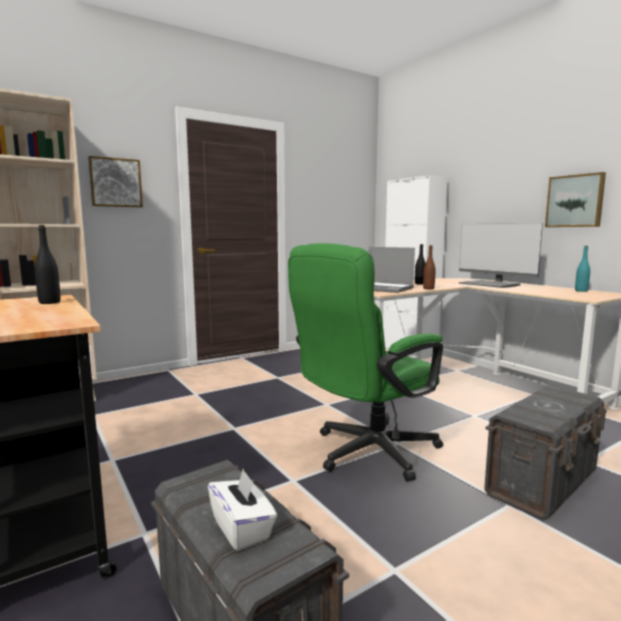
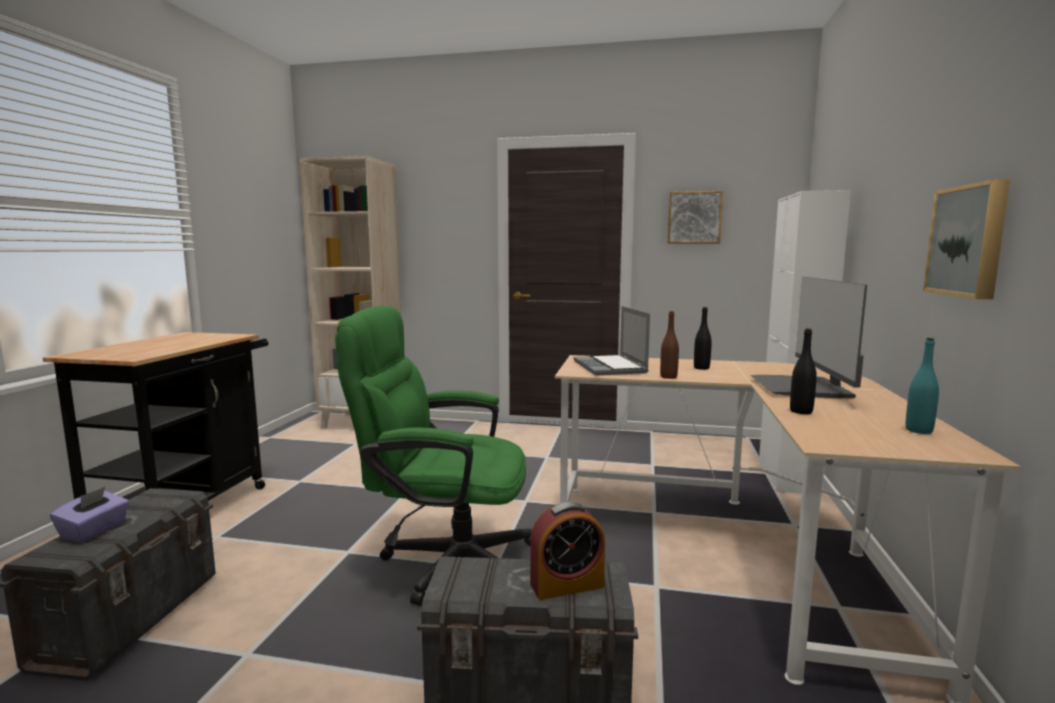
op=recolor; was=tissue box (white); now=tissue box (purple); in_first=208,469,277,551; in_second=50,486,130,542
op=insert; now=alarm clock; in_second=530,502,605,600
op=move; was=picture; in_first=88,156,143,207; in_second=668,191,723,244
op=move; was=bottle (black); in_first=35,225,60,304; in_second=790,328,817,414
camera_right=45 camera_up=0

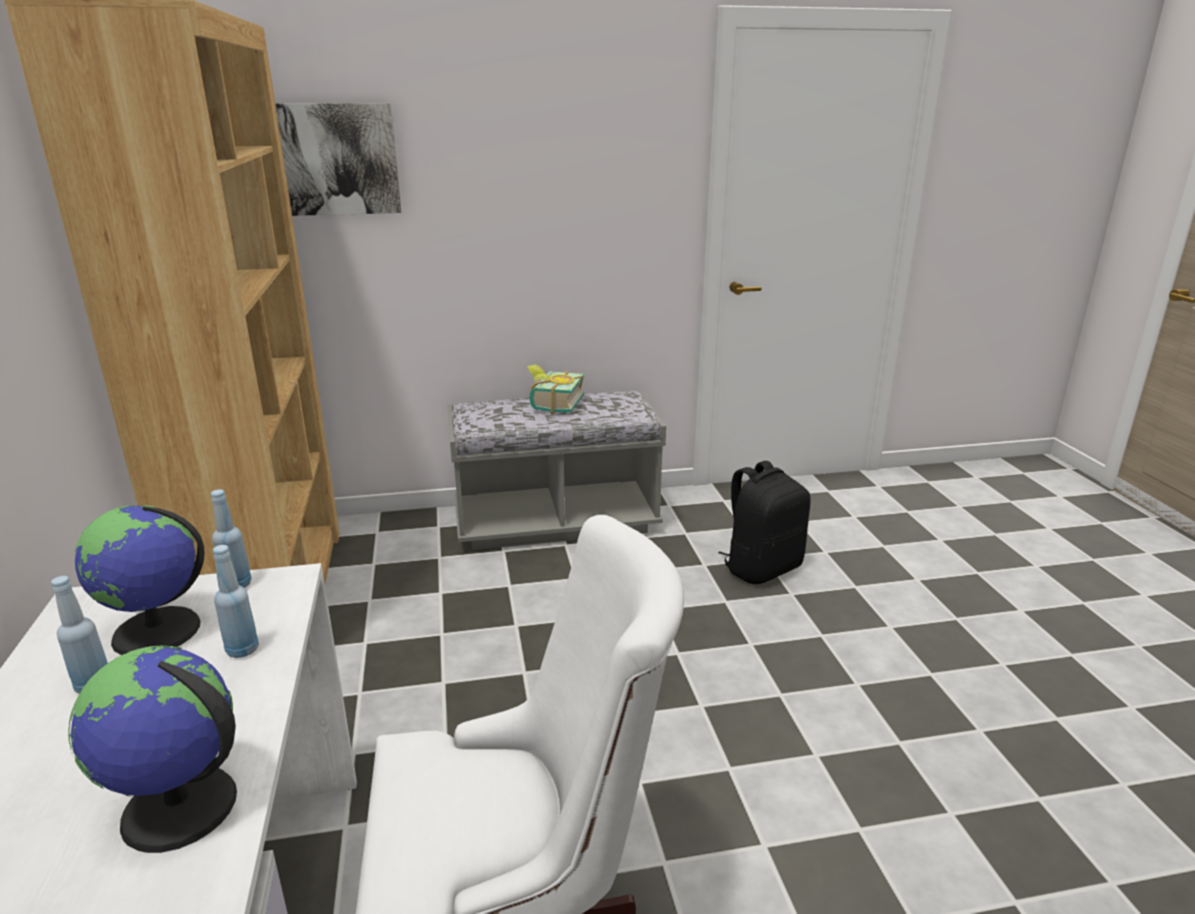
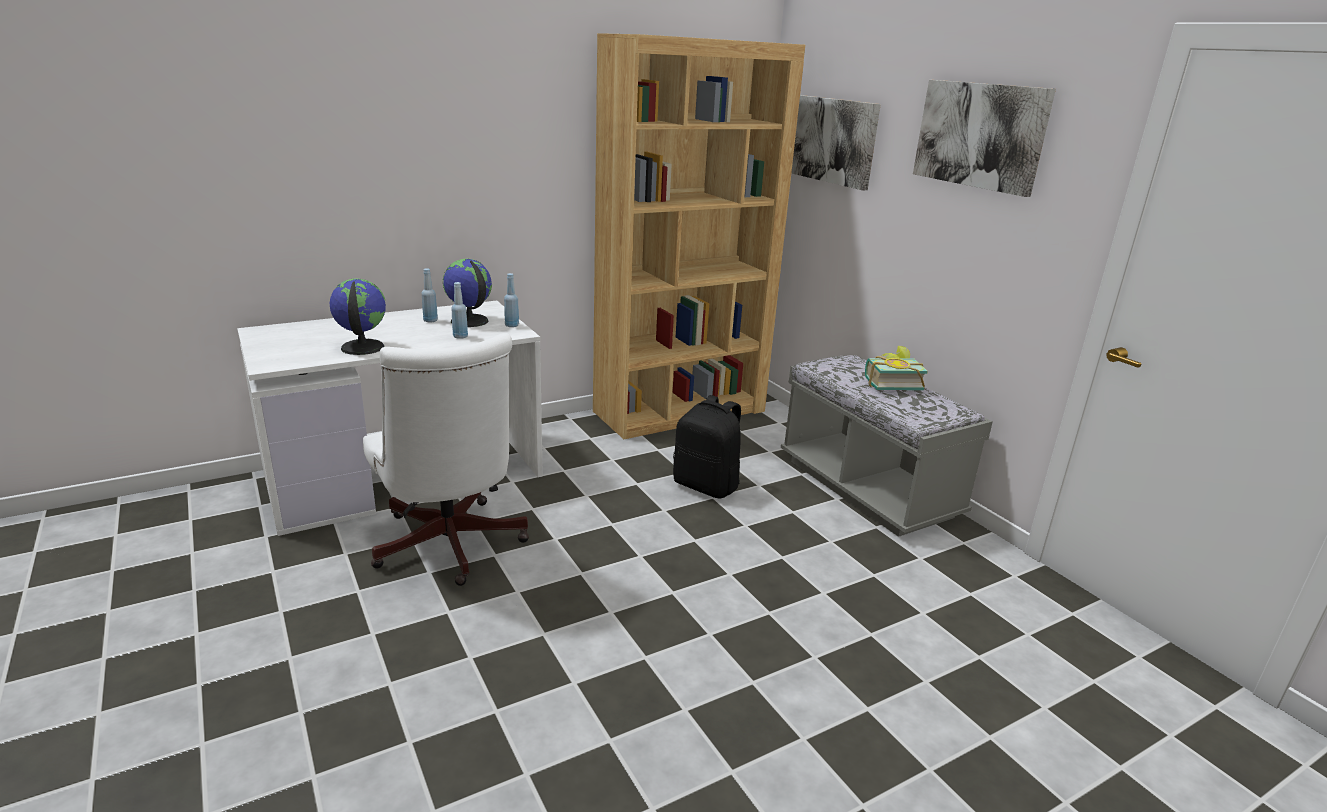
op=move; was=backpack (black); in_first=718,461,811,584; in_second=673,395,741,498
op=insert; now=picture; in_second=913,80,1056,197
camera_right=70 camera_up=0

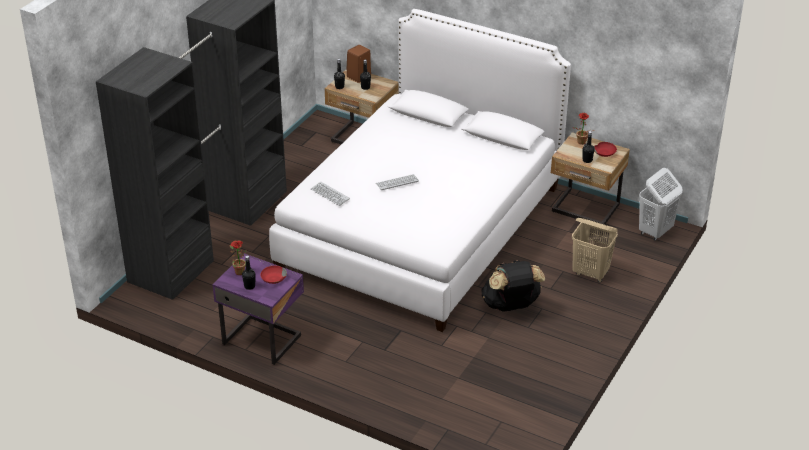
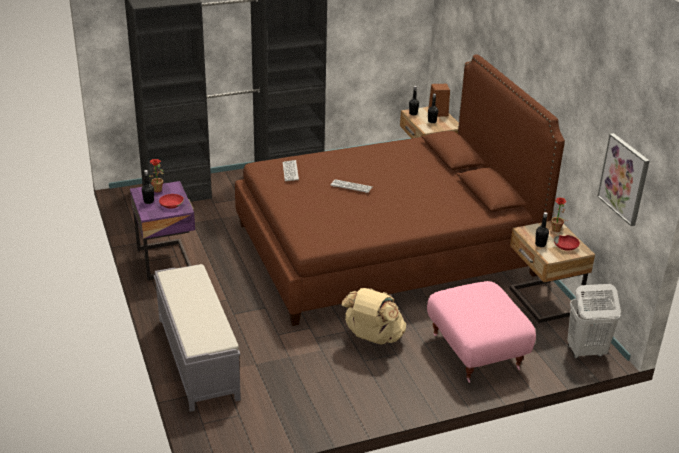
op=insert; now=bench (grey); in_second=154,264,241,412
op=recolor; was=bed (white); now=bed (brown); in_first=269,9,571,332; in_second=235,54,565,326
op=recolor; was=backpack (black); now=backpack (beige); in_first=481,260,545,312; in_second=341,288,406,345
op=replace; was=laundry basket (beige); now=ottoman (pink); in_first=572,218,618,282; in_second=427,281,536,383
op=insert; now=picture; in_second=597,133,650,226
camera_right=40 camera_up=-5

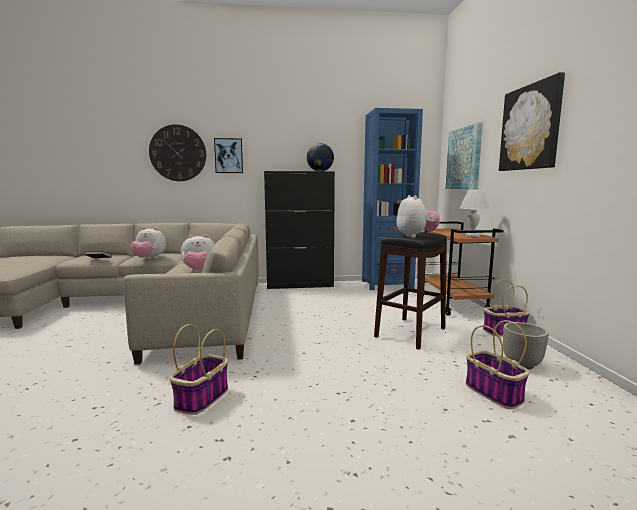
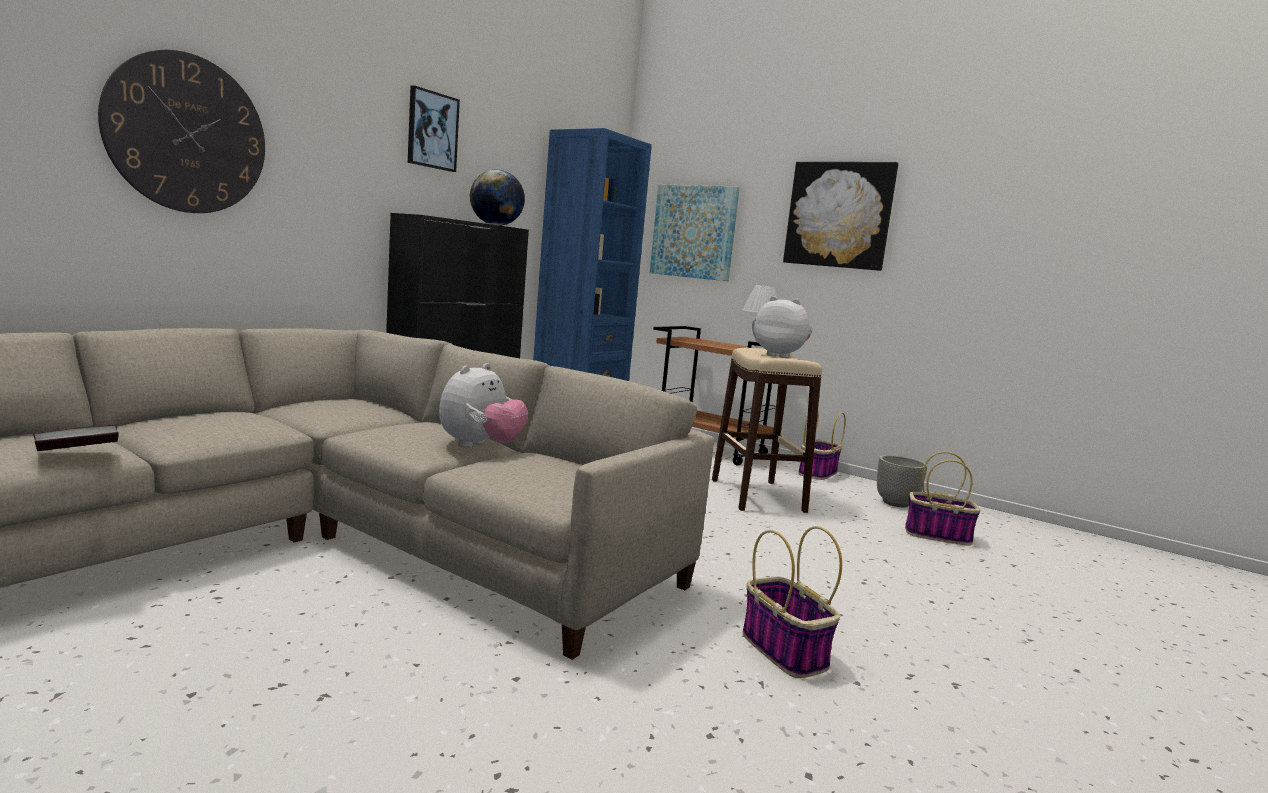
op=move; was=picture; in_first=214,138,243,173; in_second=408,85,460,172
op=recolor; was=stool (black); now=stool (beige); in_first=374,232,447,350; in_second=712,348,822,513
op=delete; was=plush toy; in_first=130,227,166,259
camera_right=-50 camera_up=0

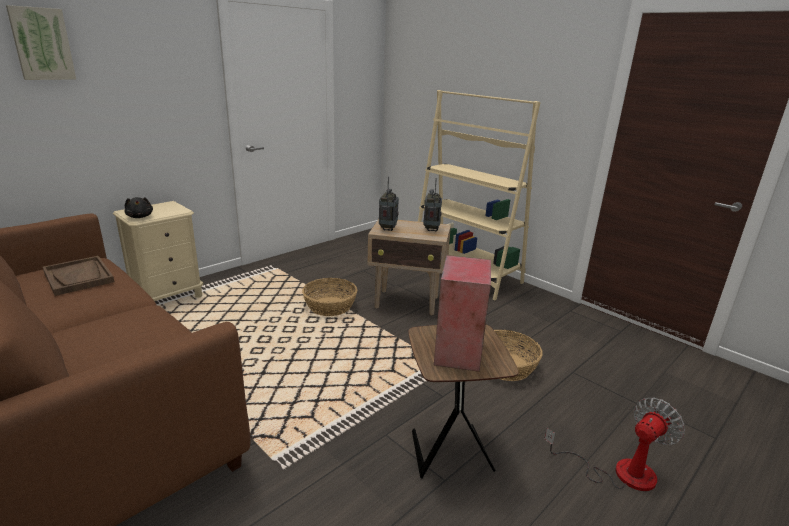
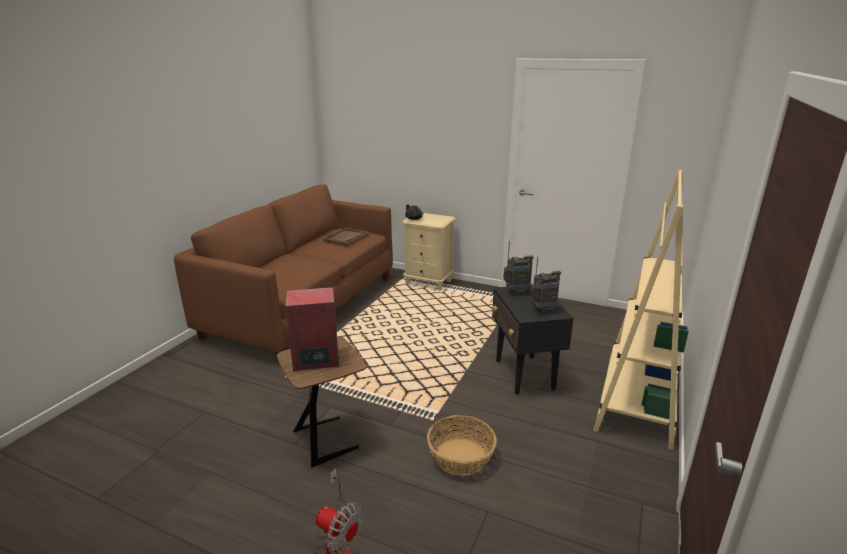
op=recolor; was=side table (beige); now=side table (black); in_first=367,219,451,315; in_second=492,285,574,395
op=delete; was=picture; in_first=6,5,76,80
op=delete; was=basket; in_first=302,278,357,316
camera_right=70 camera_up=0

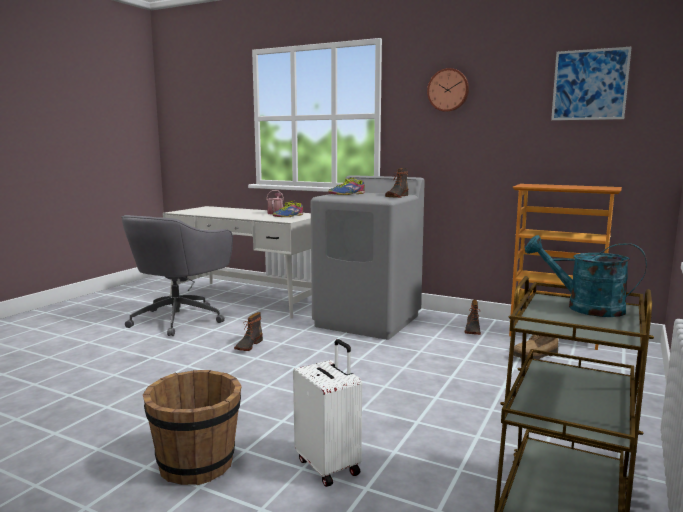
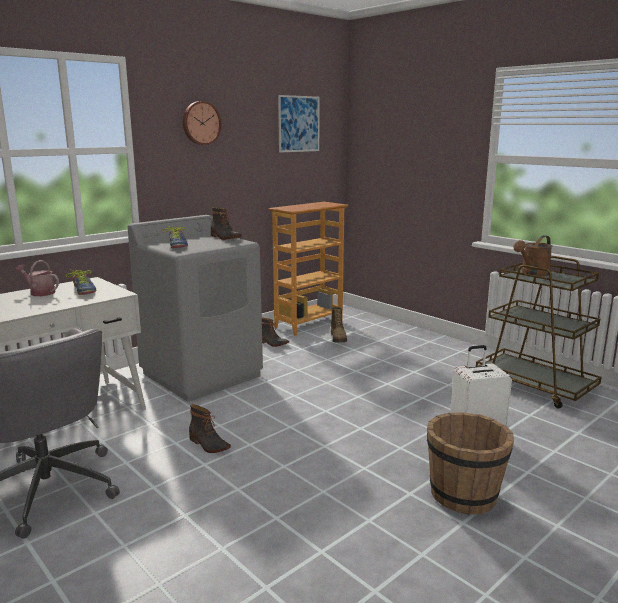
op=recolor; was=watering can (turquoise); now=watering can (brown); in_first=525,235,647,317; in_second=513,235,552,276
camera_right=-70 camera_up=5

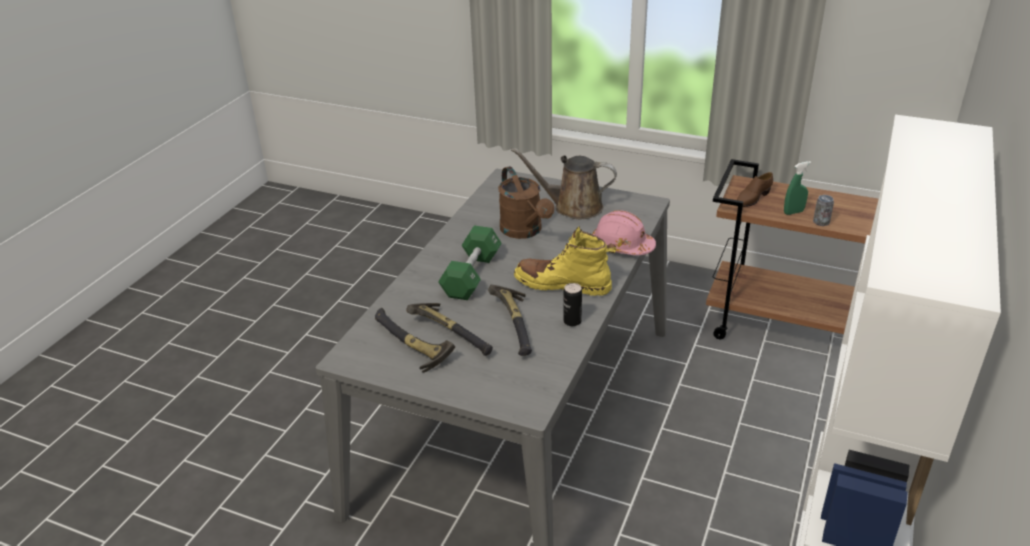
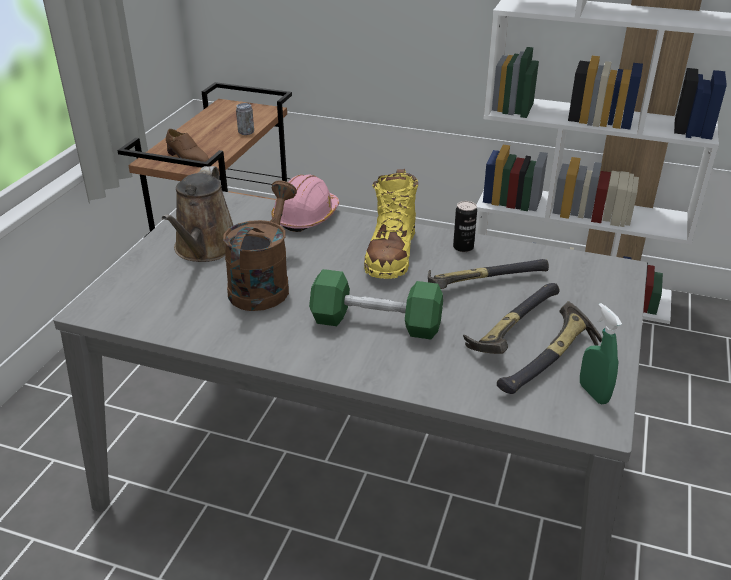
op=rotate; was=watering can (brown); in_first=498,166,554,239; in_second=223,180,297,311; clockwise=-45
op=move; was=spray bottle (green); in_first=784,161,811,215; in_second=580,303,622,404
camera_right=-95 camera_up=0

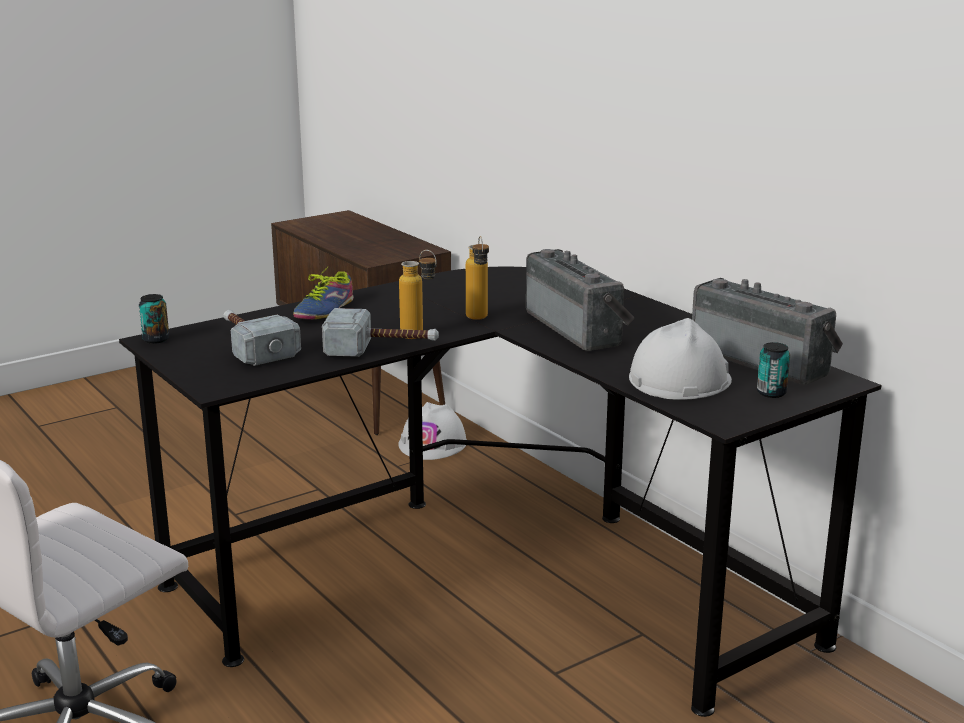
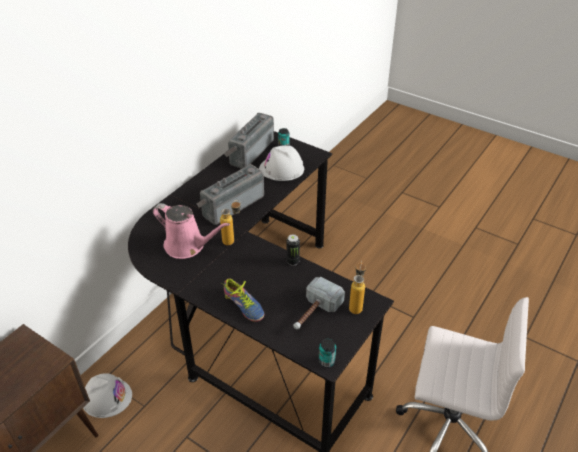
op=insert; now=watering can (pink); in_second=153,203,230,259
op=rotate; was=shoe; in_first=293,267,354,319; in_second=224,278,264,322; clockwise=45
op=replace; was=hammer; now=can; in_first=322,308,439,357; in_second=286,234,300,266
op=move; was=bottle; in_first=399,250,437,339; in_second=349,261,366,314
camera_right=-110 camera_up=20

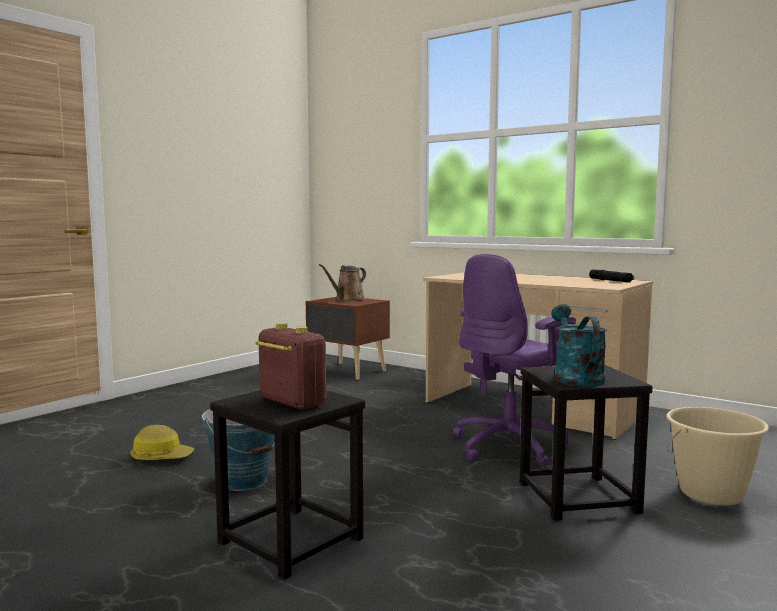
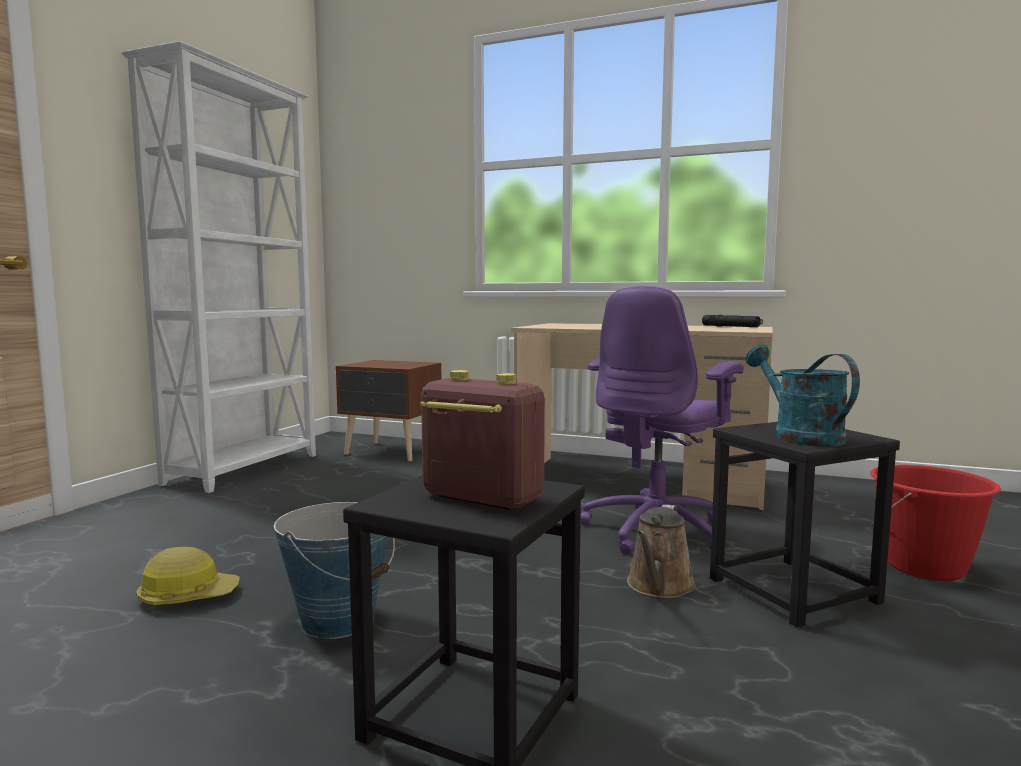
op=insert; now=bookcase (white); in_second=121,41,316,493
op=move; was=watering can (brown); in_first=319,264,366,301; in_second=627,504,696,599
op=recolor; was=bucket (beige); now=bucket (red); in_first=666,407,769,506; in_second=870,465,1001,581
camera_right=-15 camera_up=0

